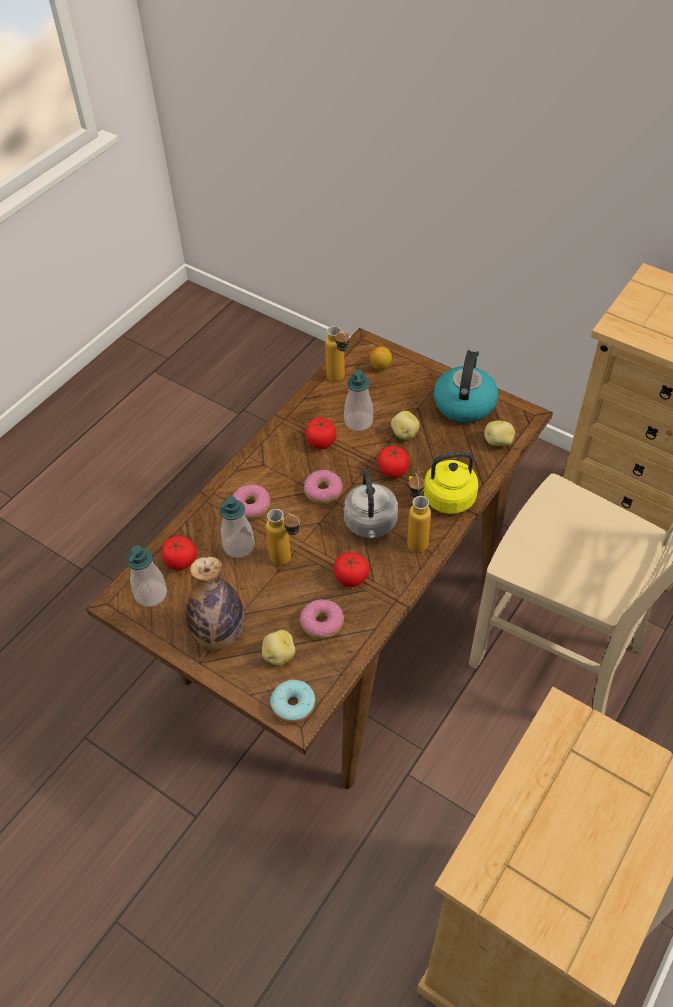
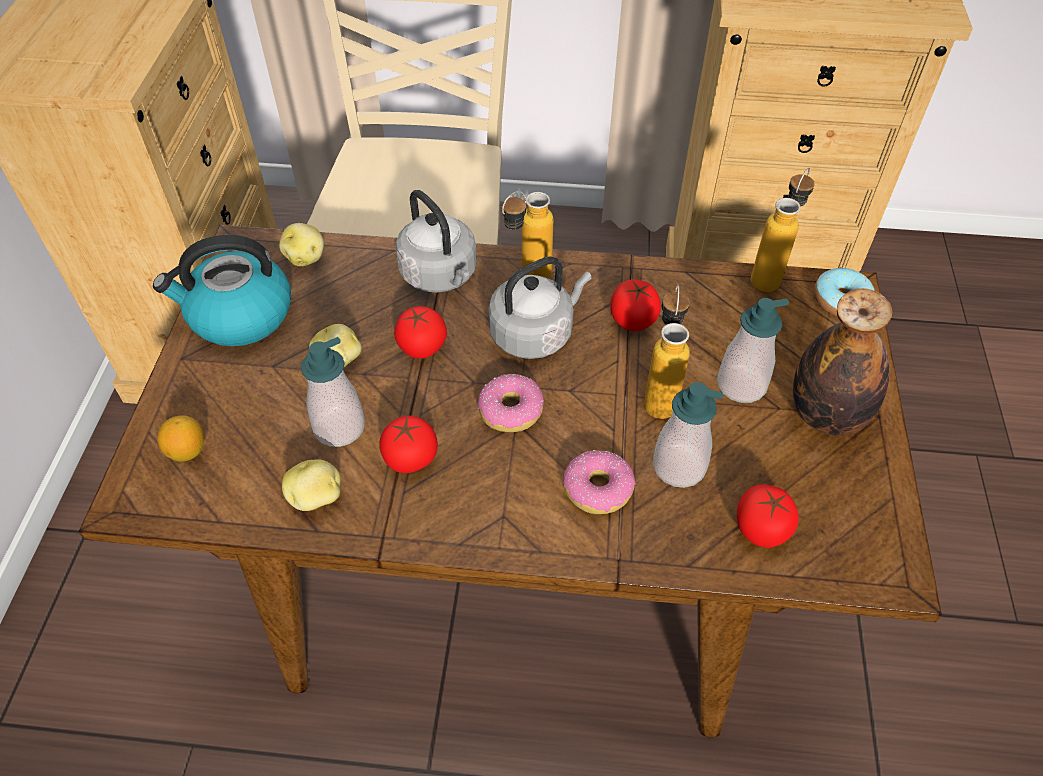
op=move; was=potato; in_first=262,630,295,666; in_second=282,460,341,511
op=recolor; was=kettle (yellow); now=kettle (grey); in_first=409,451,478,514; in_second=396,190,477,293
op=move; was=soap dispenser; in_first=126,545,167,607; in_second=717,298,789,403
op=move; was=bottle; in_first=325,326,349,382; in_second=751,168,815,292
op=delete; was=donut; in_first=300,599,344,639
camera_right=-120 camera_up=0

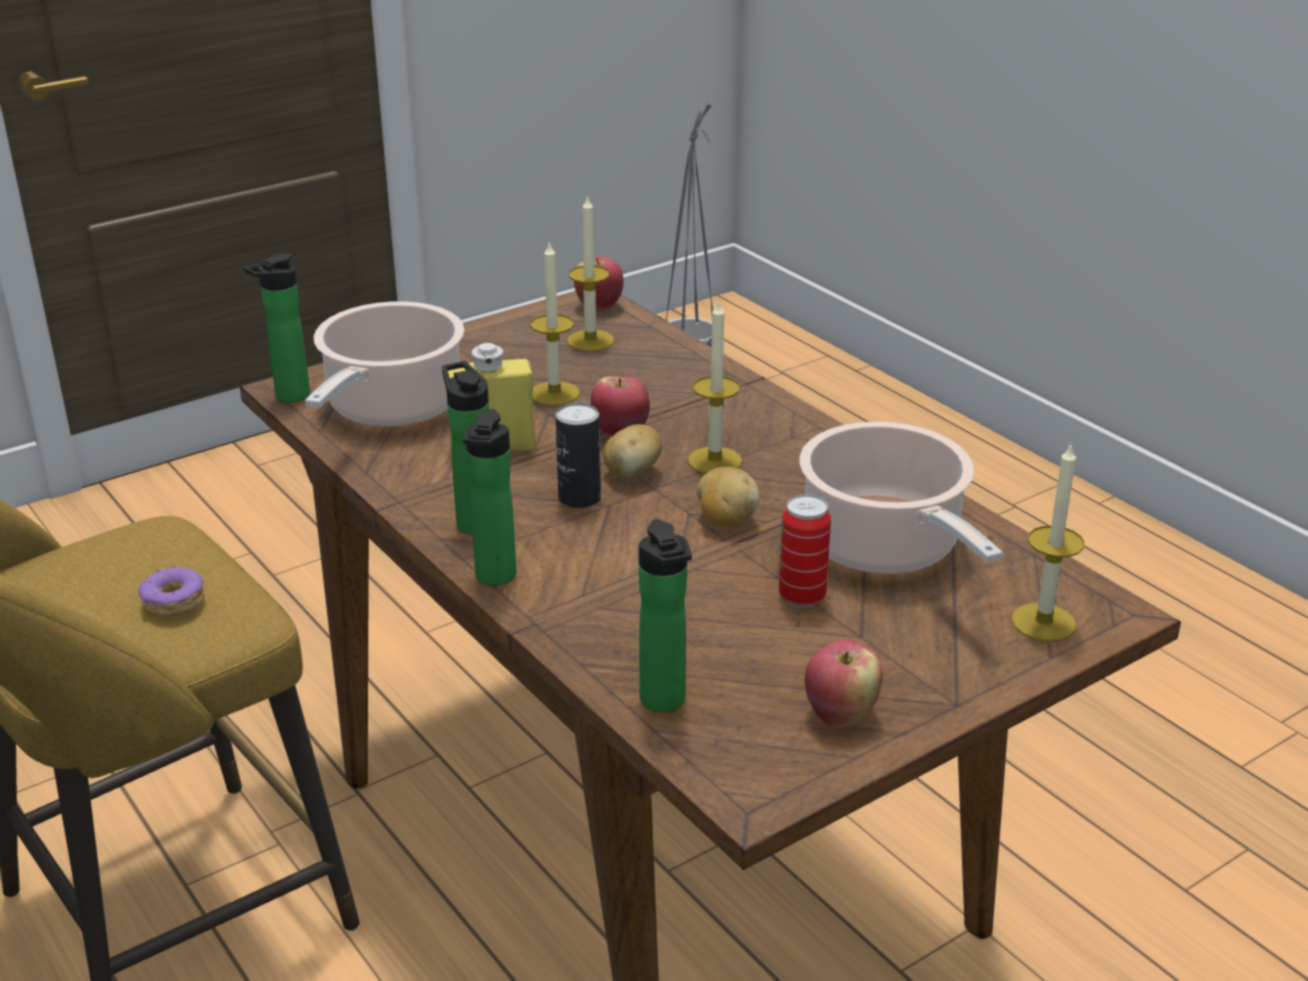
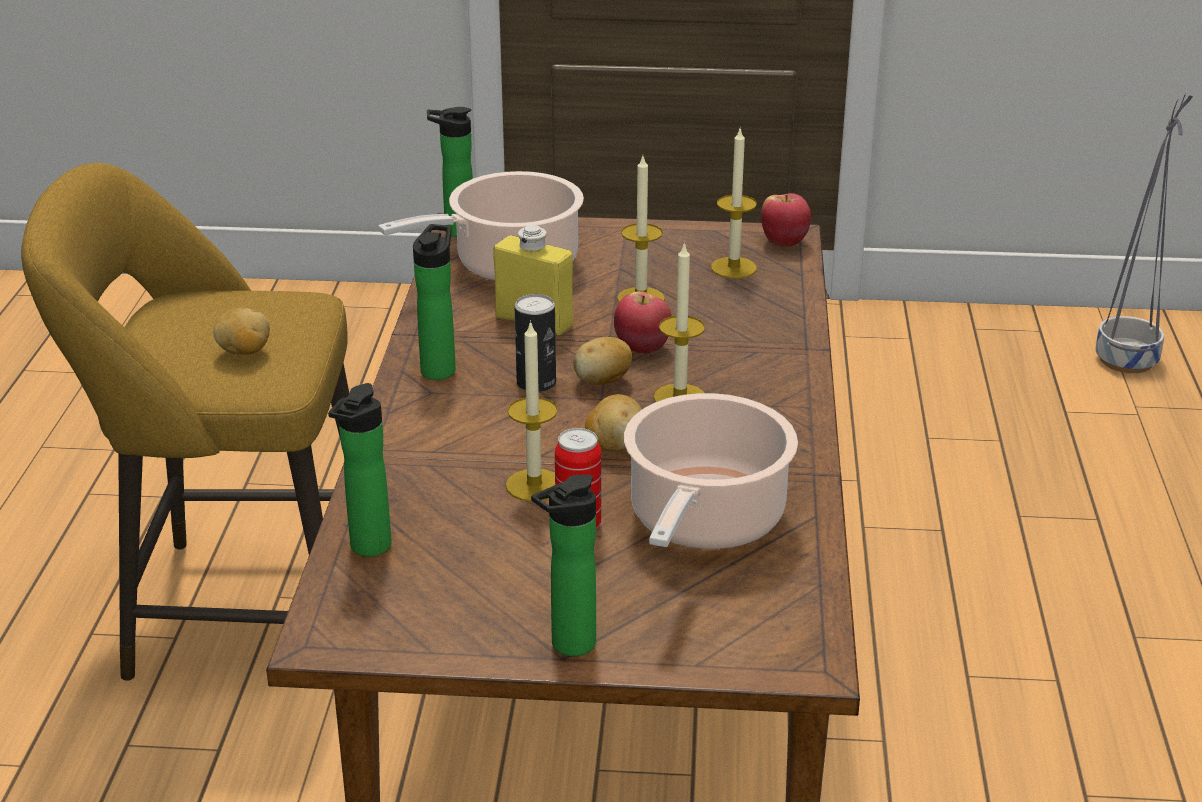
op=replace; was=donut; now=potato; in_first=139,566,205,617; in_second=213,308,270,355
op=move; was=candle; in_first=1011,444,1085,642; in_second=506,320,558,502
op=move; was=bottle; in_first=463,409,516,586; in_second=531,474,596,656
op=delete; was=apple; in_first=805,640,883,728
camera_right=40 camera_up=0

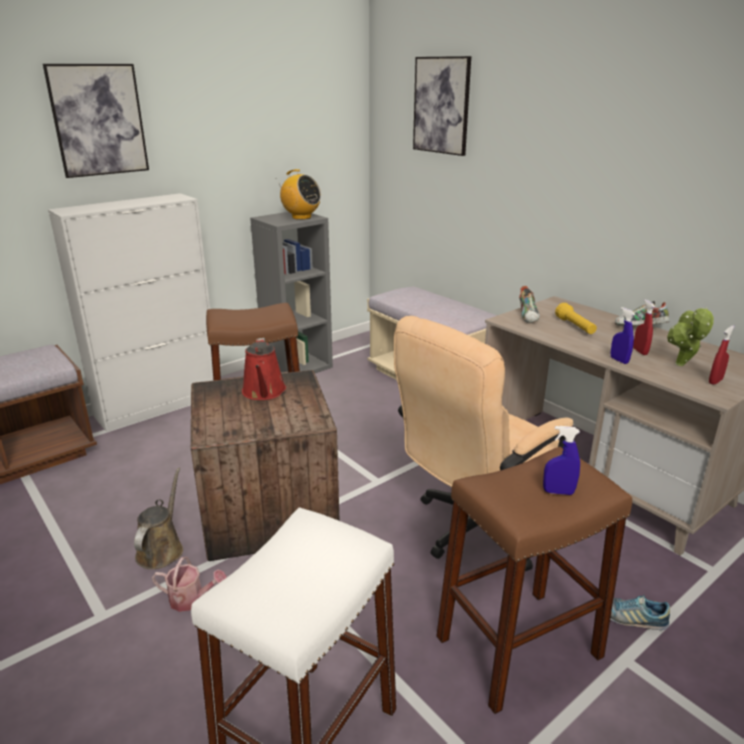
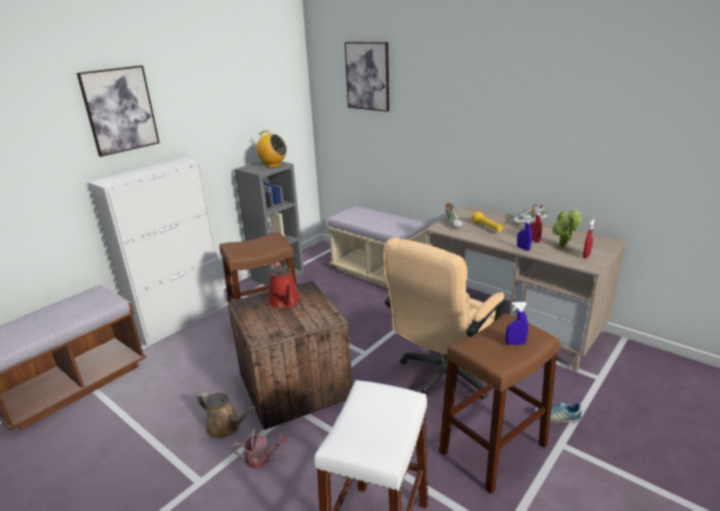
op=rotate; was=watering can (brown); in_first=134,468,183,569; in_second=197,392,256,439; clockwise=120
camera_right=-10 camera_up=0

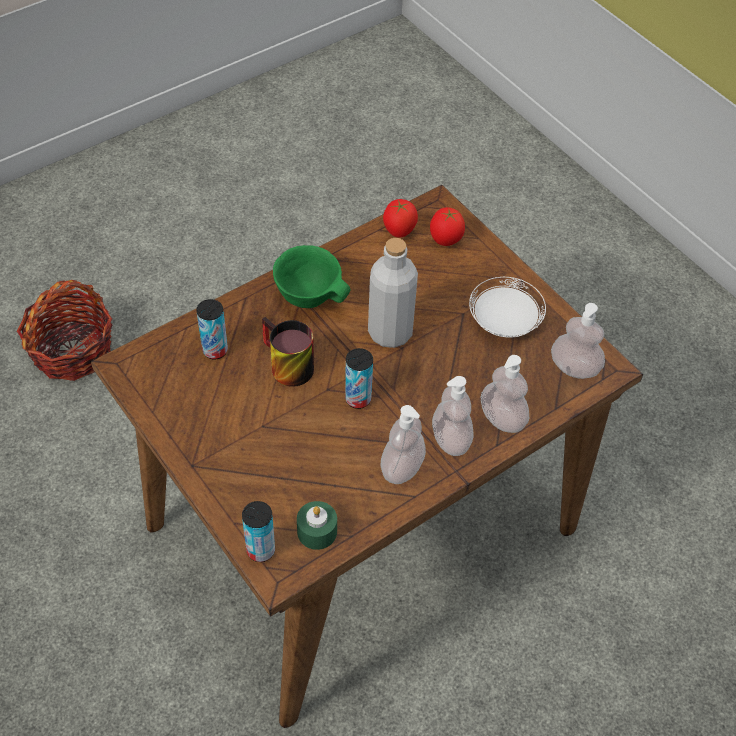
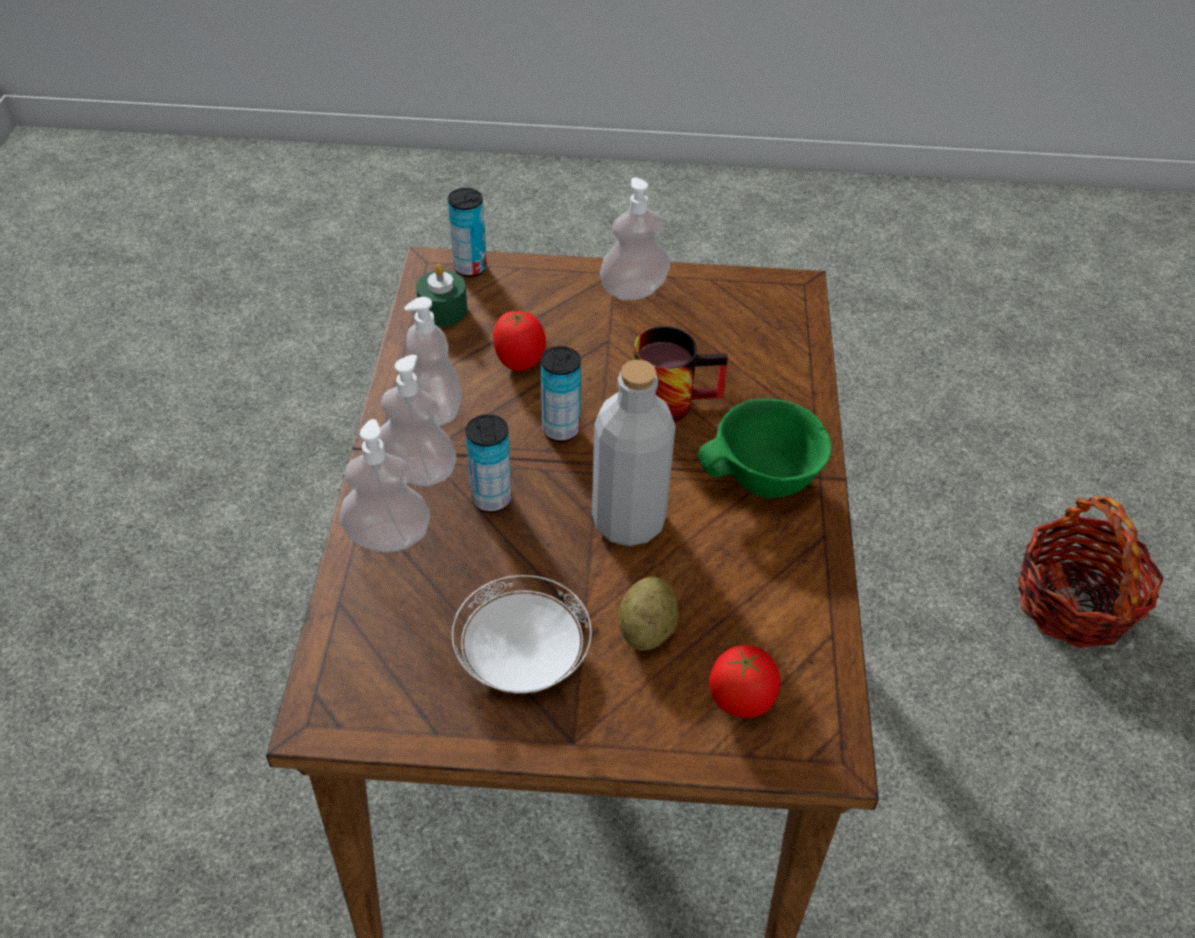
op=move; was=can; in_first=196,299,228,359; in_second=466,414,512,513
op=move; was=tomato; in_first=383,199,418,237; in_second=493,310,546,371
op=move; was=soap dispenser; in_first=551,303,605,379; in_second=600,178,670,300
op=insert; now=potato; in_second=618,577,678,651
camera_right=130 camera_up=-5

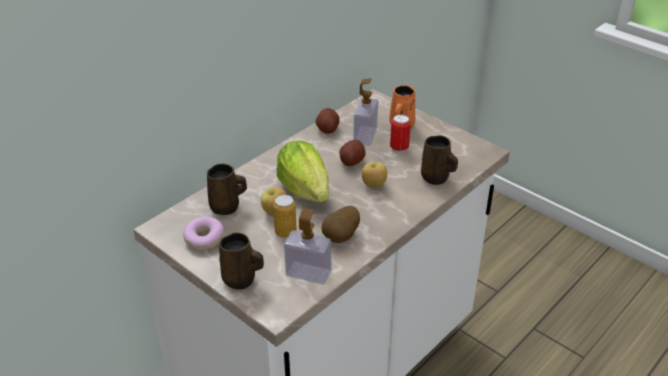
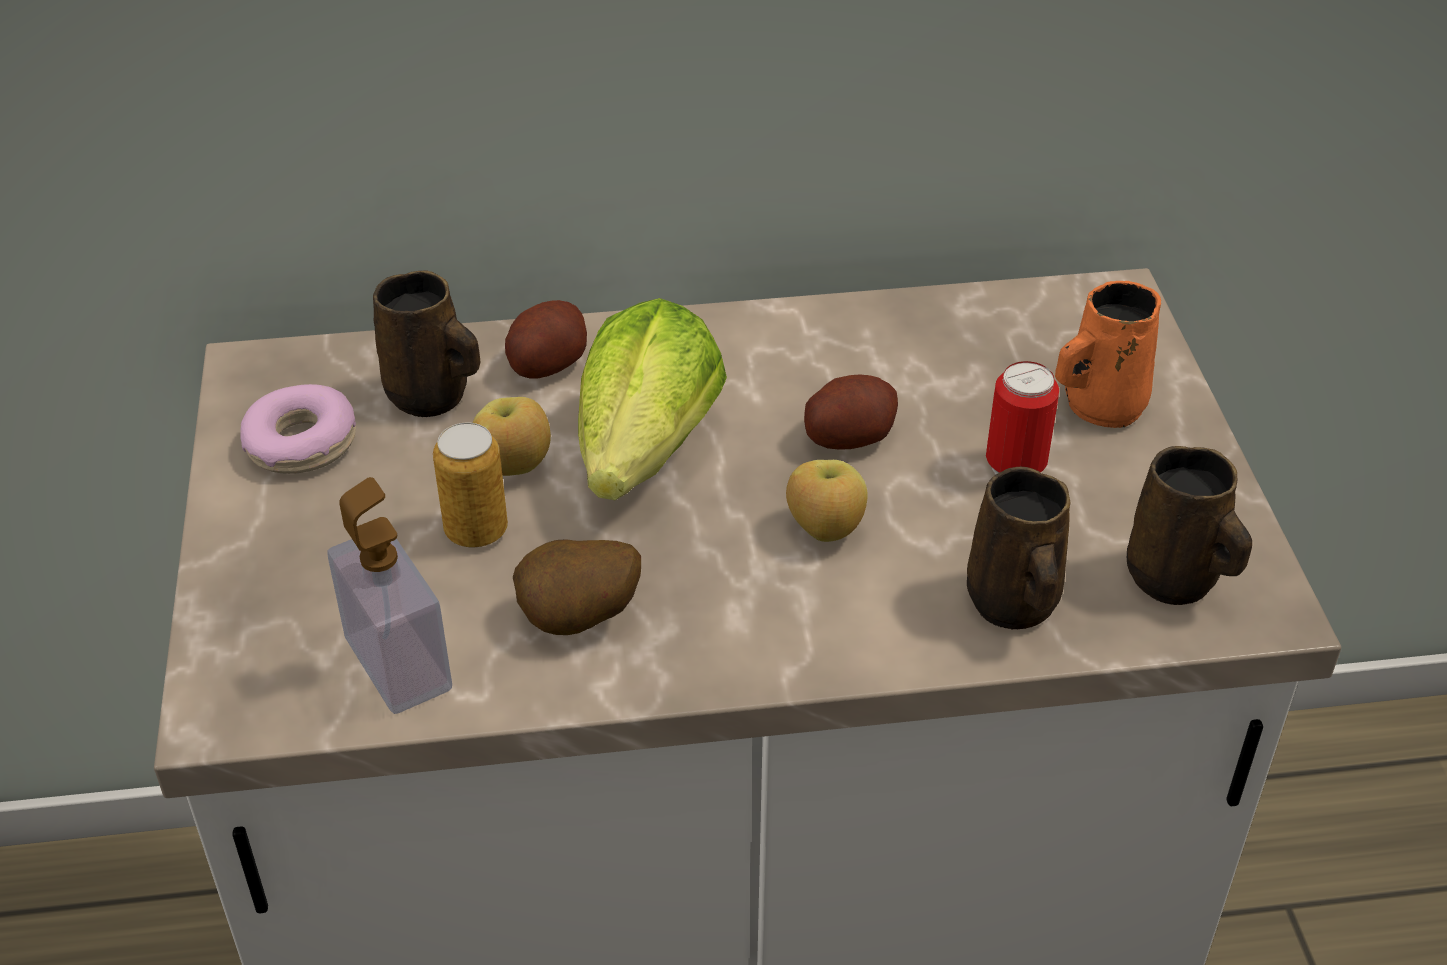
op=move; was=potato; in_first=316,108,340,134; in_second=505,300,587,379
op=move; was=mug (brown); in_first=219,232,264,290; in_second=1127,446,1252,605
op=delete; was=soap dispenser; in_first=353,78,378,146
camera_right=40 camera_up=5

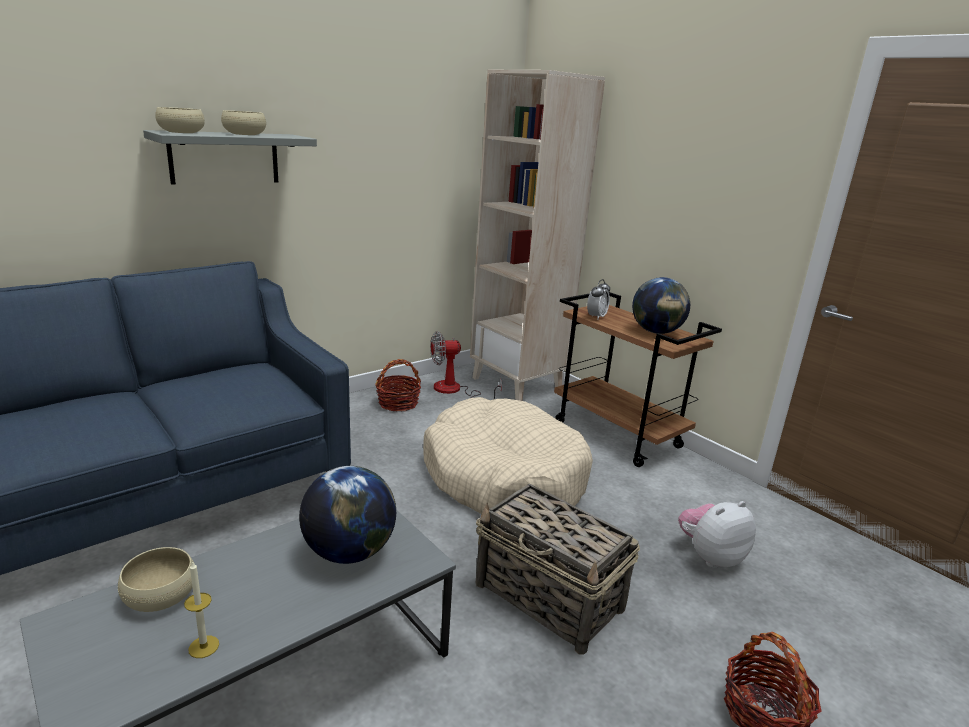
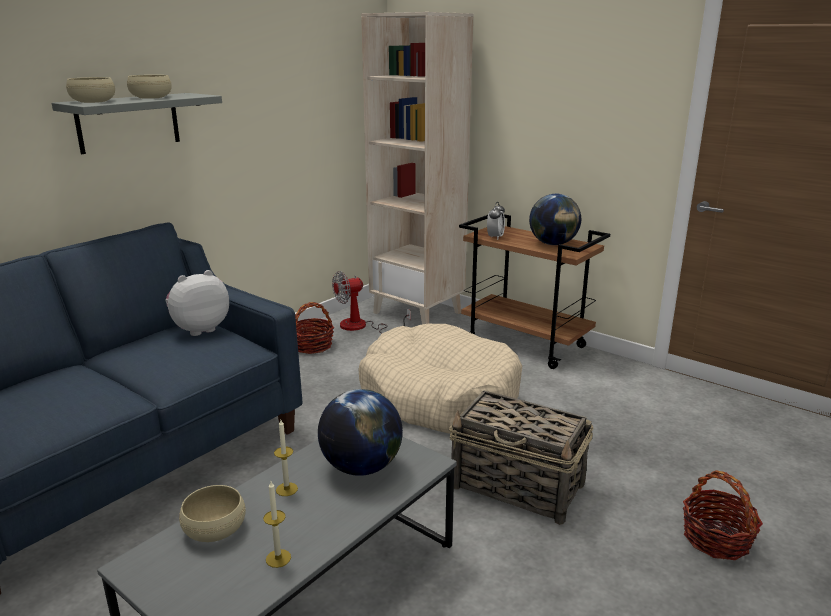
op=move; was=plush toy; in_first=678,501,756,568; in_second=165,270,229,336
op=insert; now=candle; in_second=274,420,298,496
camera_right=-10 camera_up=0

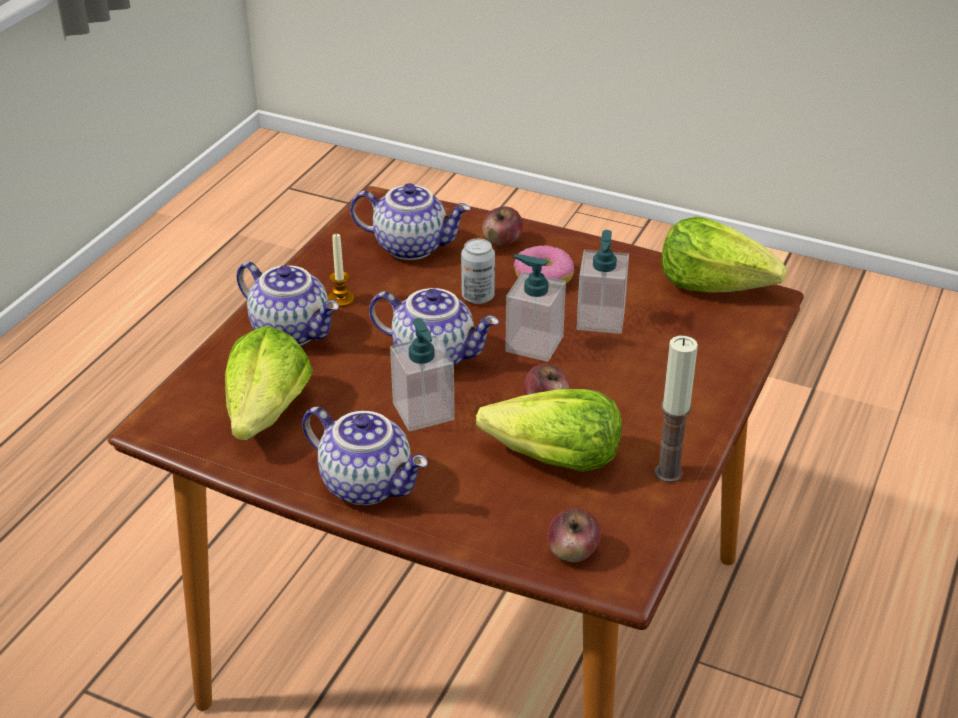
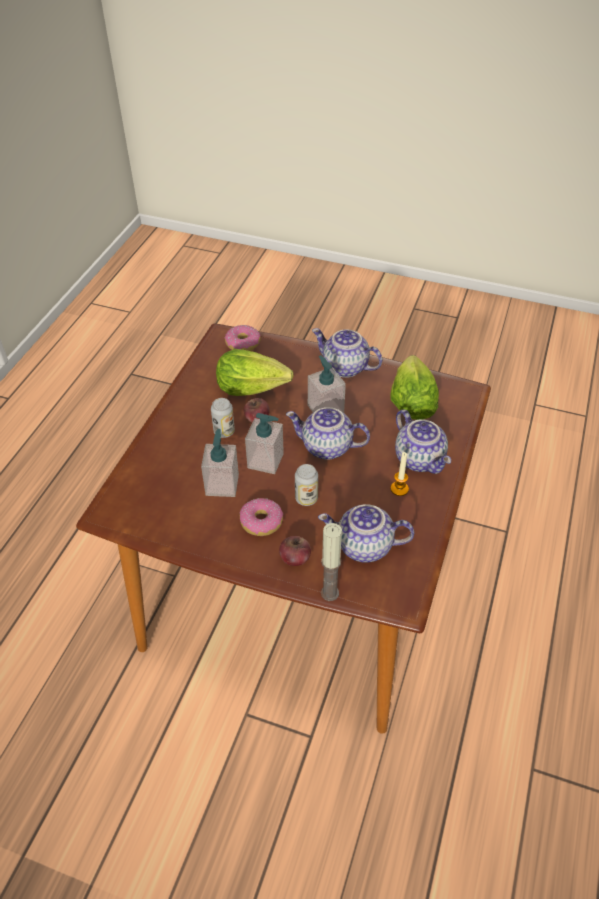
op=insert; now=can; in_second=211,398,235,438
op=replace; was=apple; now=donut; in_first=547,508,601,562; in_second=225,325,260,351
op=move; was=candle; in_first=655,336,698,483; in_second=321,523,342,601
op=rotate; was=teapot; in_first=236,262,339,346; in_second=395,409,451,474; clockwise=-150
op=delete; was=lettuce; in_first=661,217,787,293
camera_right=175 camera_up=10

